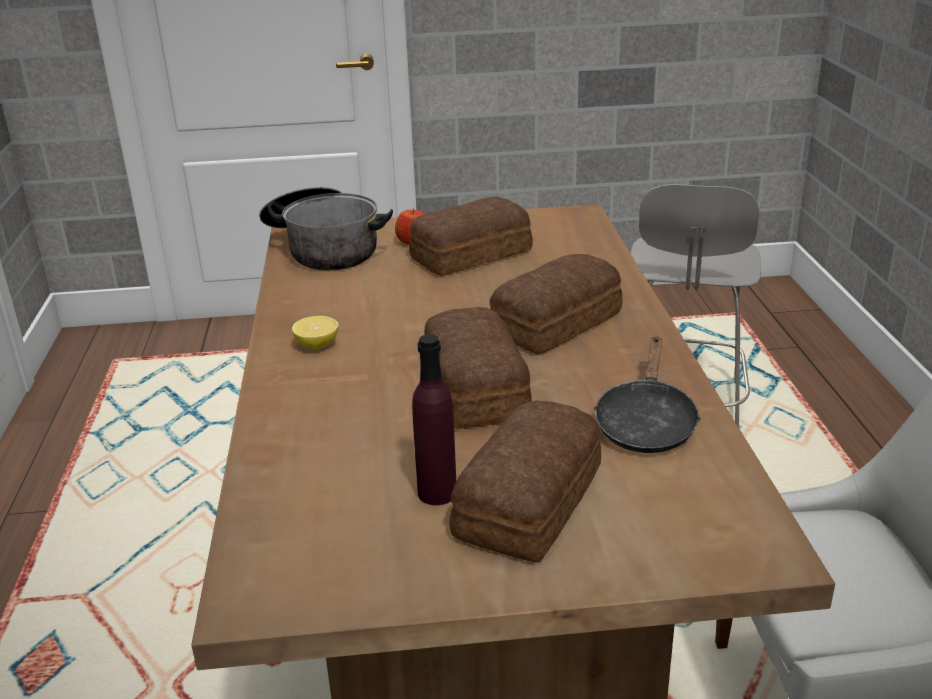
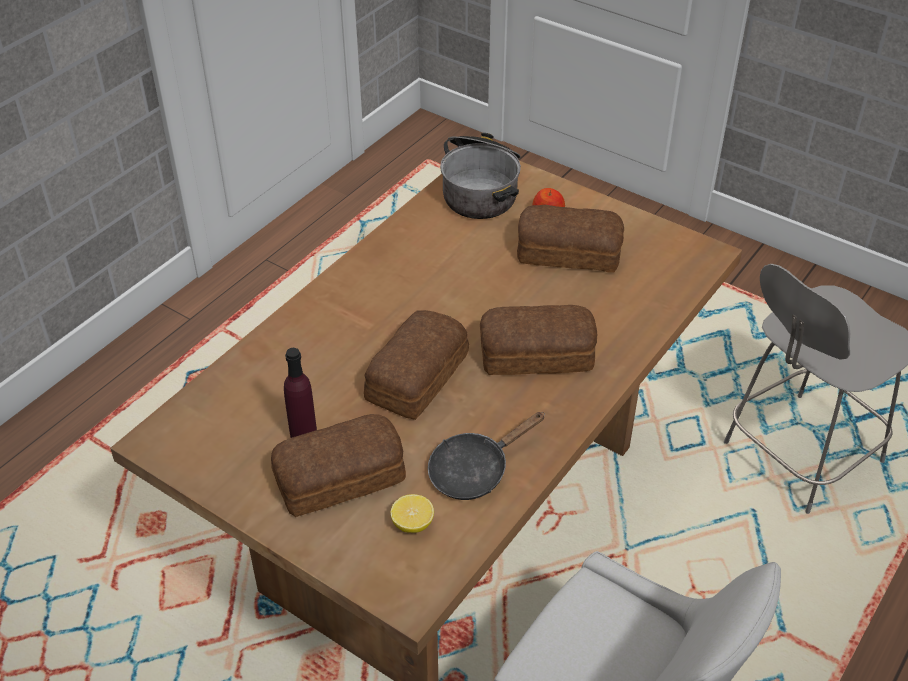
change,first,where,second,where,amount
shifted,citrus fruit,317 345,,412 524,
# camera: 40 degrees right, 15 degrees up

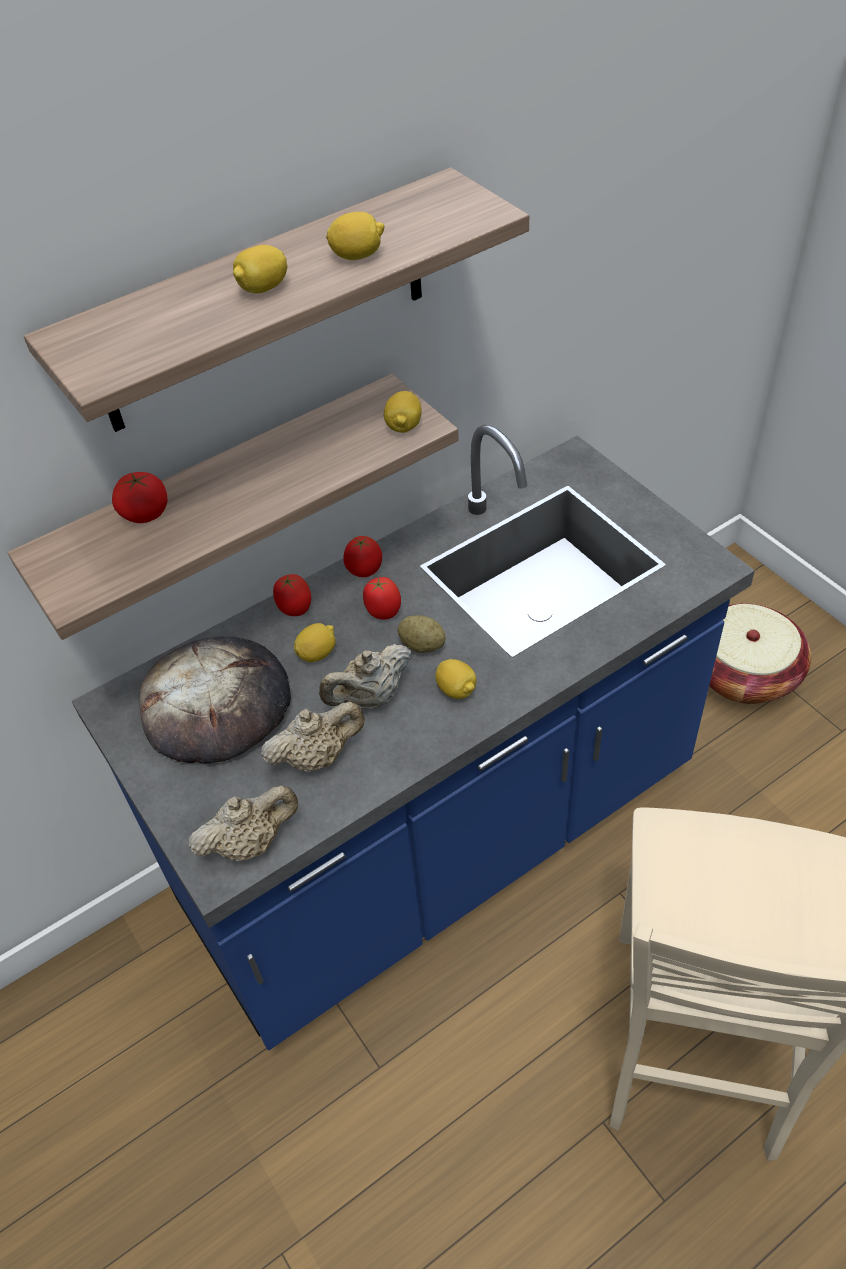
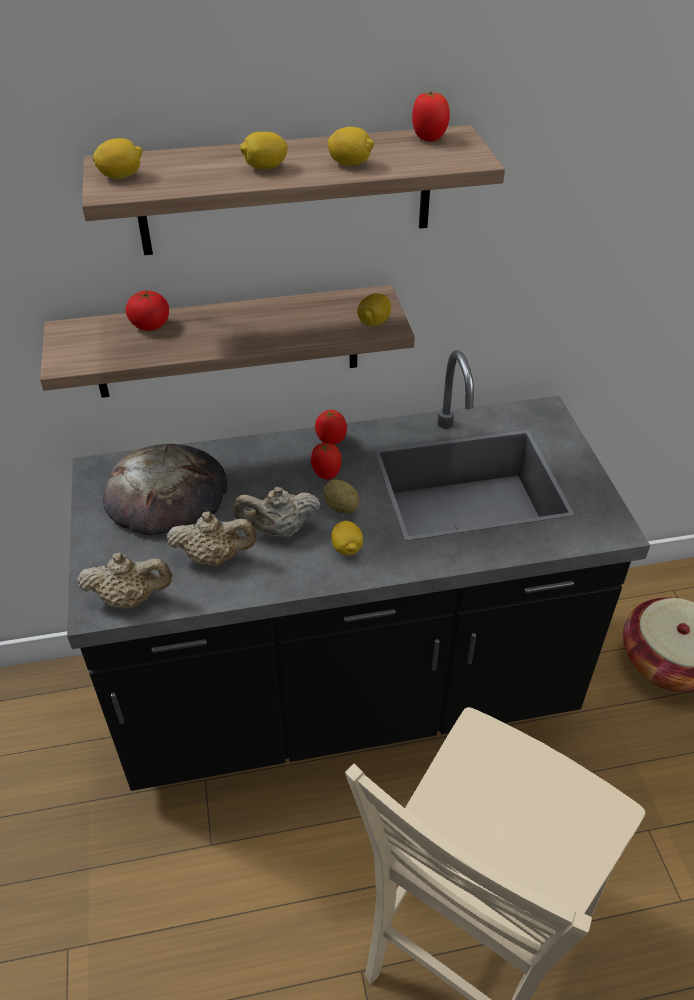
change,first,where,second,where,amount
repainted,kitchen counter (bluish),440 842,kitchen counter (black),347 695,
shifted,citrus fruit,317 653,,121 176,
shifted,fresh tomato,294 609,,429 138,
# camera: 20 degrees right, 5 degrees down

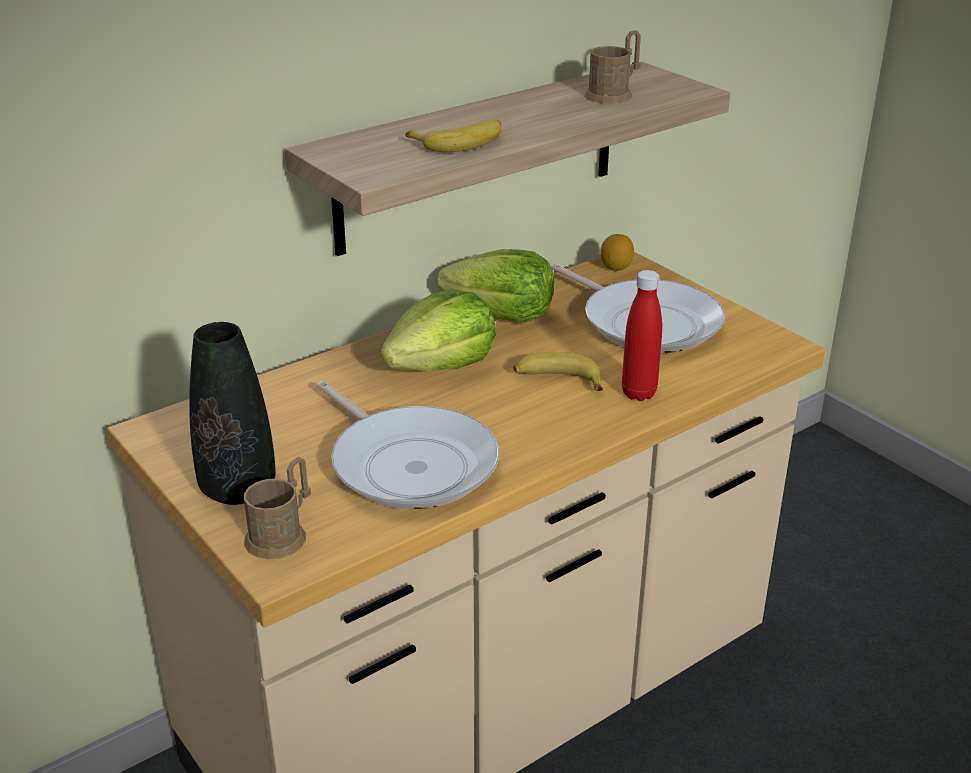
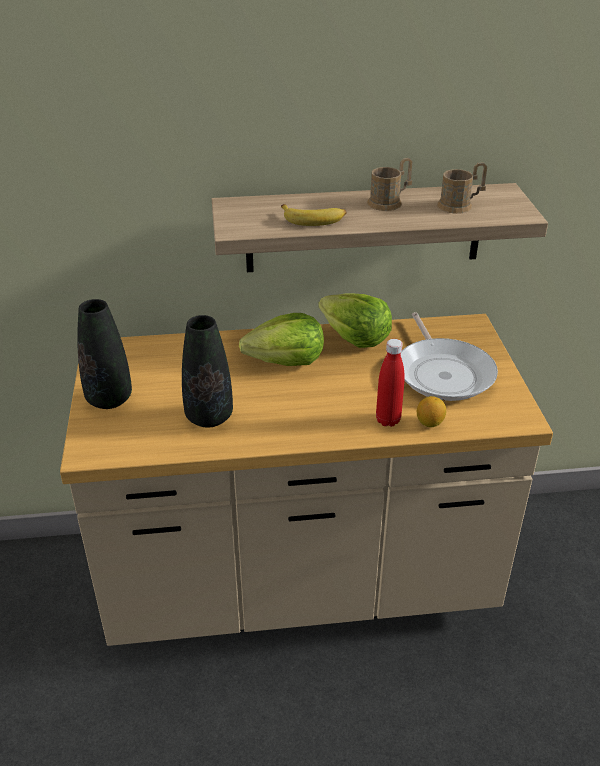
change,first,where,second,where,amount
swapped,skillet,409 463,vase (black),209 417,
shifted,tea mug (brown),282 534,,389 202,
shifted,citrus fruit,616 267,,429 423,
gone,banana,557 379,,,
# camera: 30 degrees right, 5 degrees up

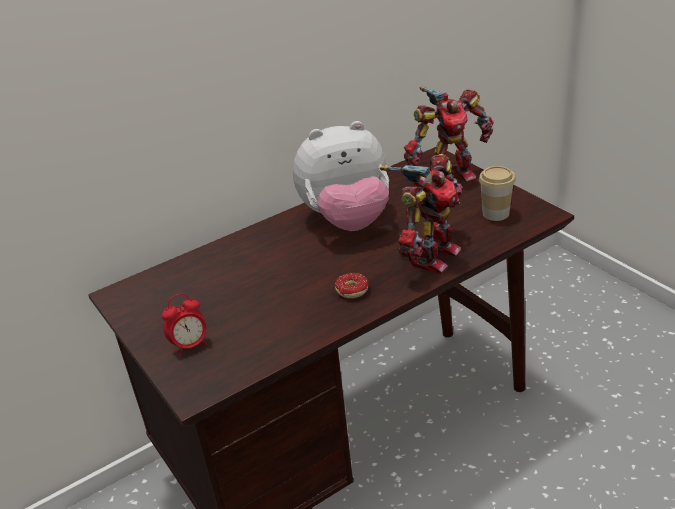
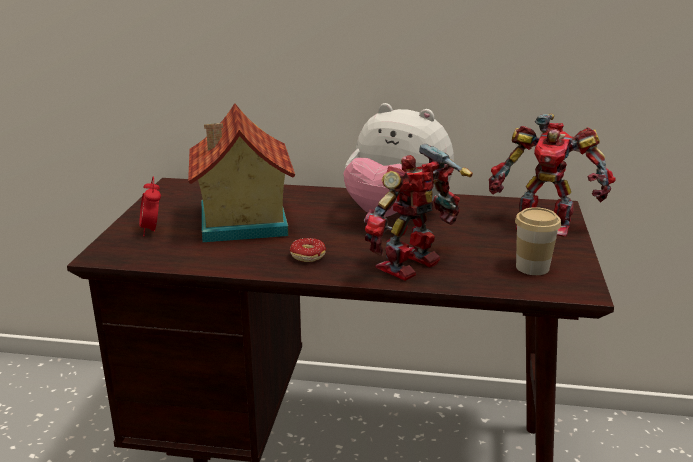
change,first,where,second,where,amount
rotated,bedside clock,190 345,,152 230,60 degrees clockwise
new,,,miniature house,240 222,
rotated,toy robot,431 256,,412 266,150 degrees clockwise
# camera: 40 degrees right, 10 degrees down

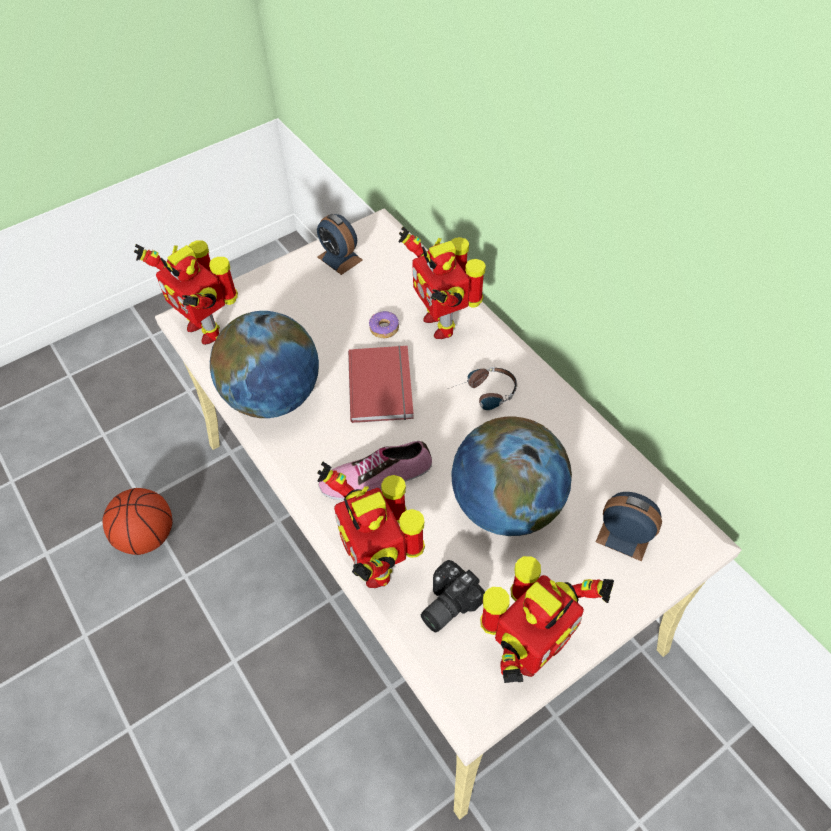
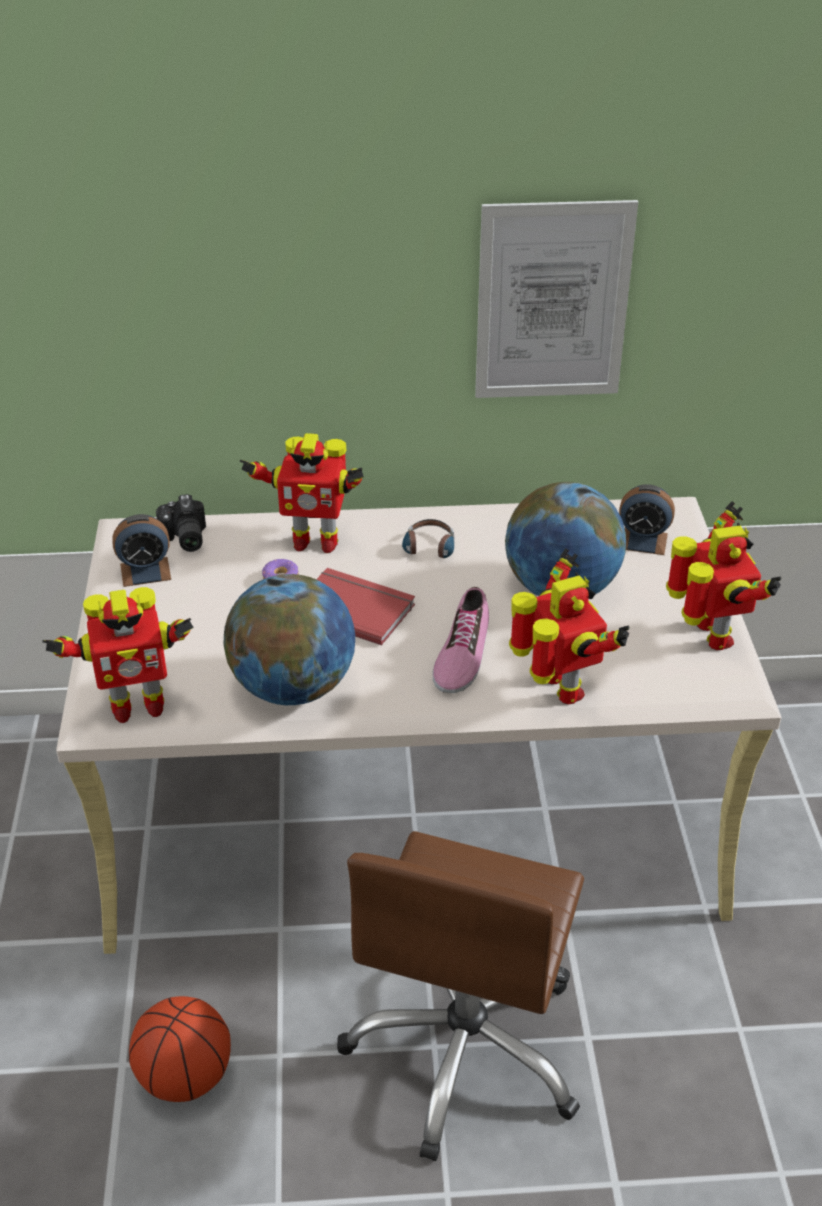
change,first,where,second,where,amount
shifted,photo camera,446 603,,183 538,
new,,,desk chair (brown),466 1049,
new,,,picture,552 302,
rotated,toy robot,376 563,,559 690,120 degrees counterclockwise
rotated,bedside clock,624 536,,642 541,135 degrees counterclockwise
# camera: 60 degrees left, 15 degrees down

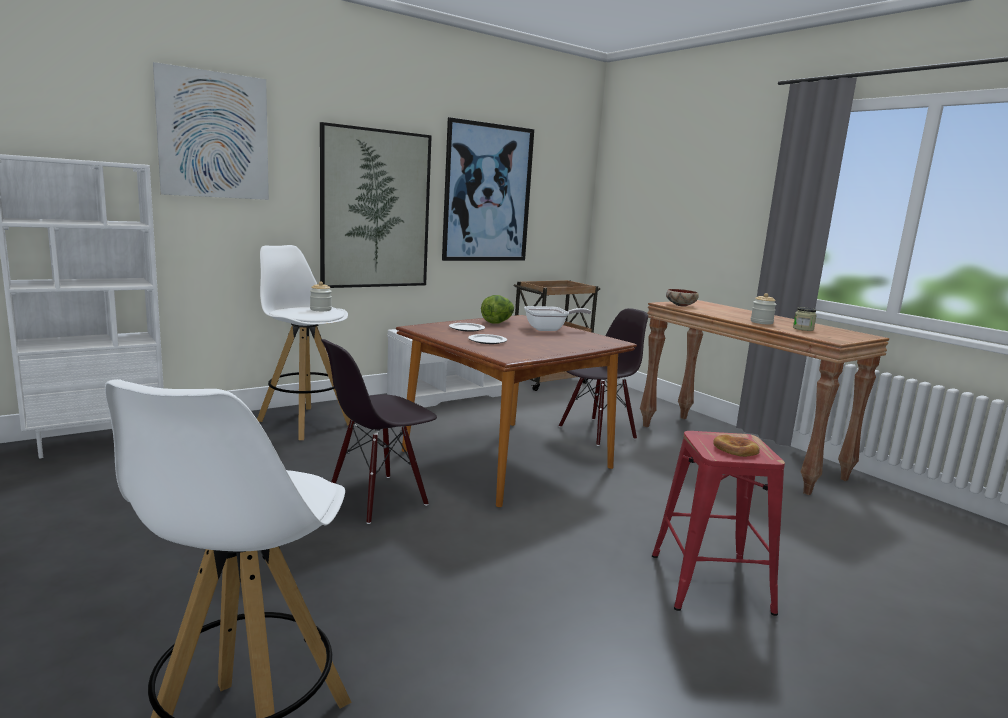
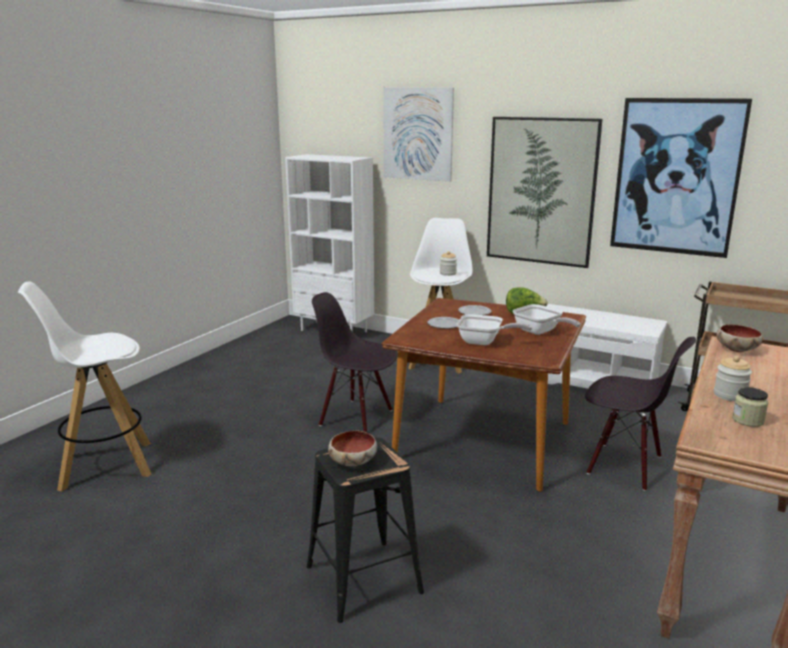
change,first,where,second,where,amount
repainted,stool (red),709 583,stool (black),363 578,
swapped,bread,735 449,bowl,353 461,
new,,,skillet,484 342,
# camera: 65 degrees right, 5 degrees up

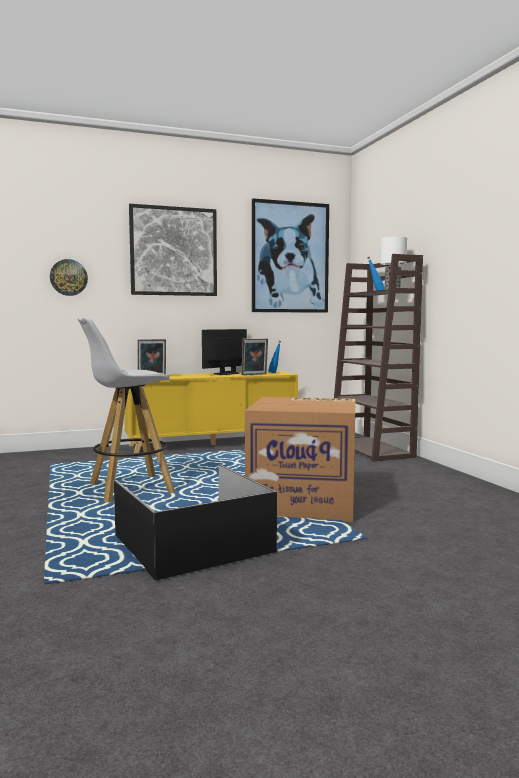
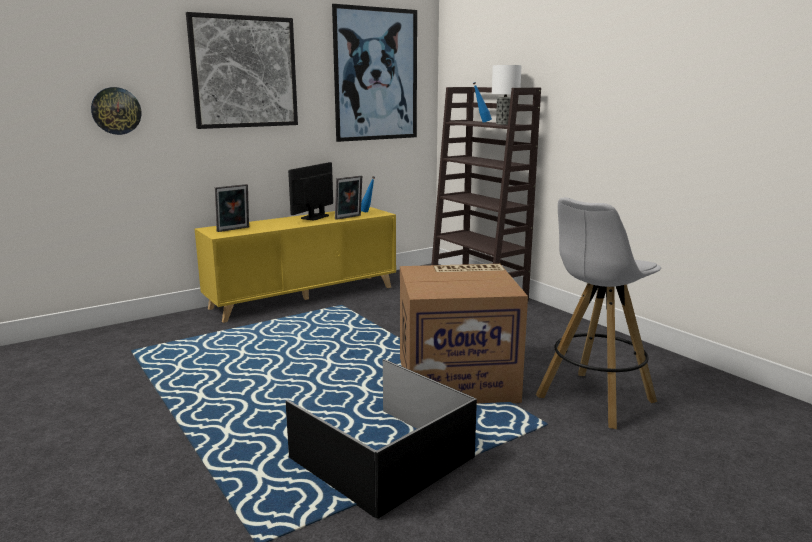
change,first,where,second,where,amount
shifted,stool (white-coloured),129 489,,594 400,
# camera: 15 degrees left, 10 degrees up

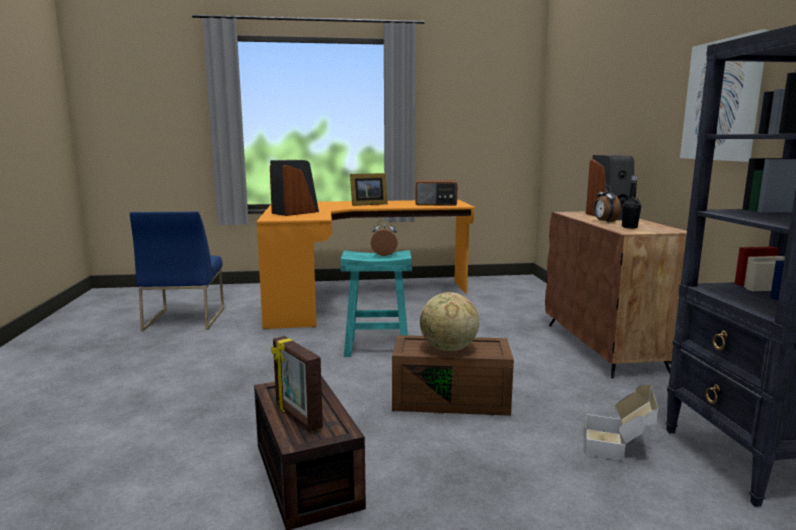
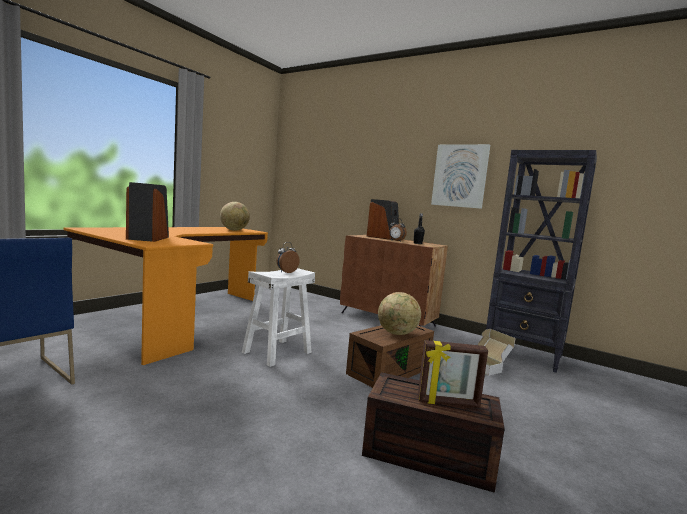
change,first,where,second,where,amount
swapped,radio set,436 204,desk globe,234 230,
repainted,stool (turquoise),376 347,stool (white-coloured),277 352,
gone,standing frame,367 204,,,
# camera: 50 degrees left, 5 degrees down

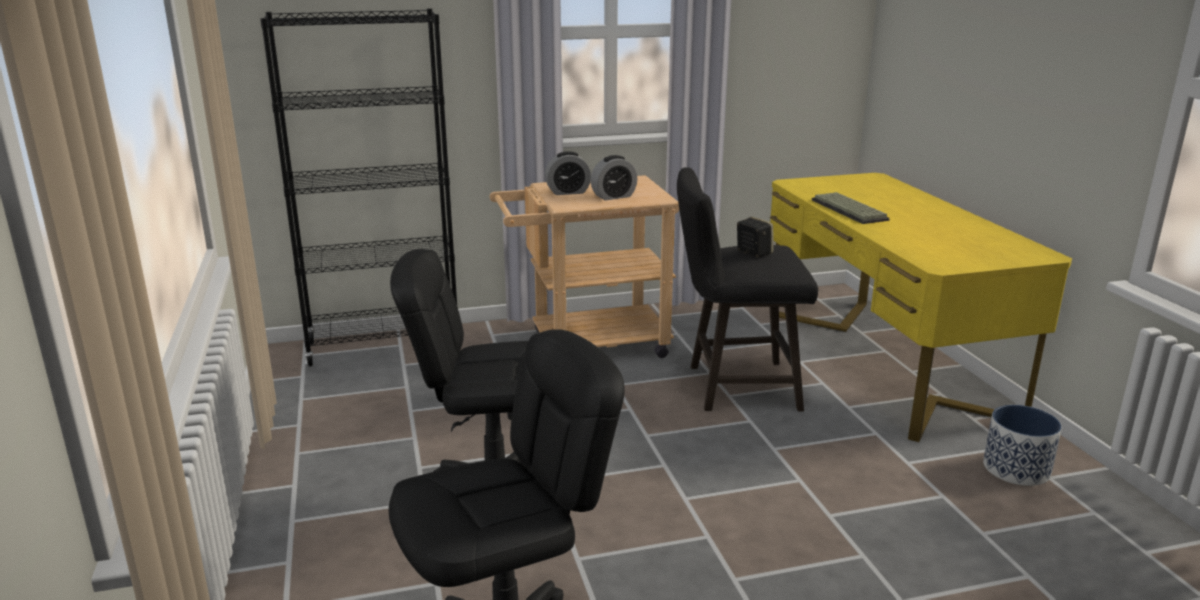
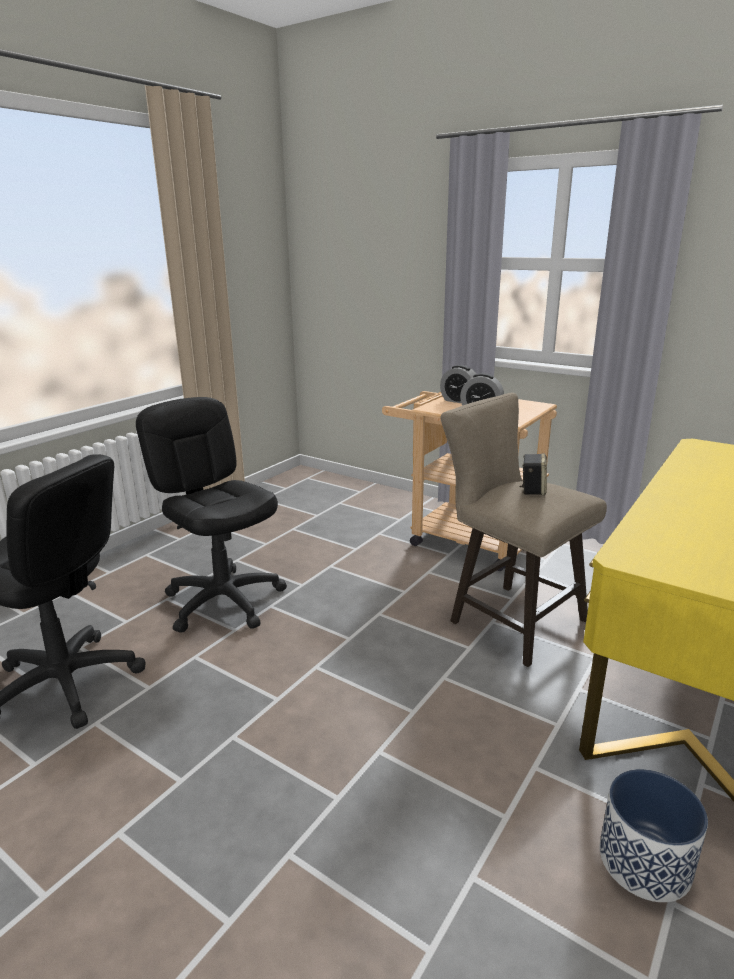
change,first,where,second,where,amount
repainted,stool (black),734 387,stool (beige),509 618,
gone,bookshelf (black),384 346,,,
gone,keyboard,851 210,,,
# camera: 50 degrees right, 0 degrees up

